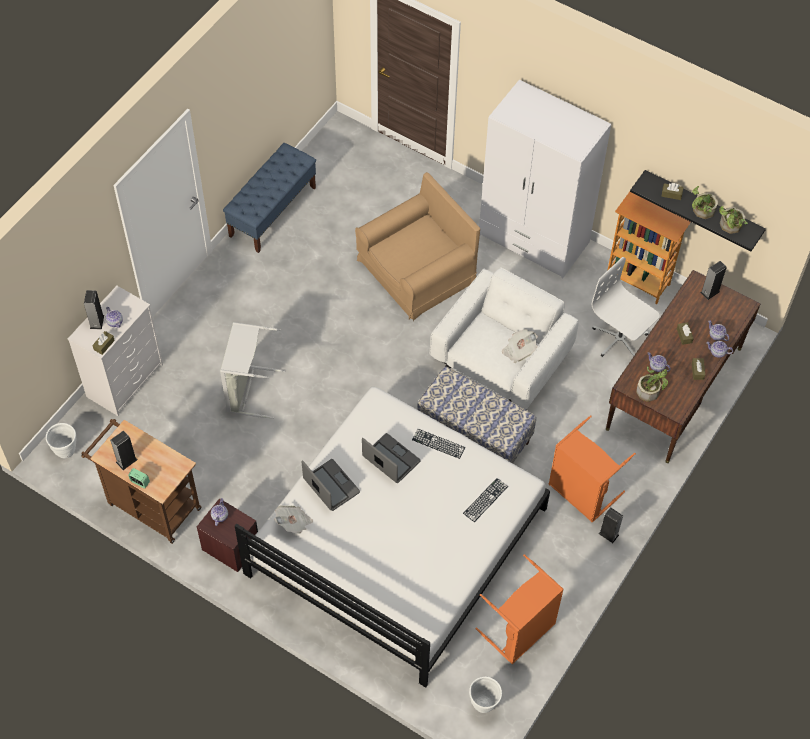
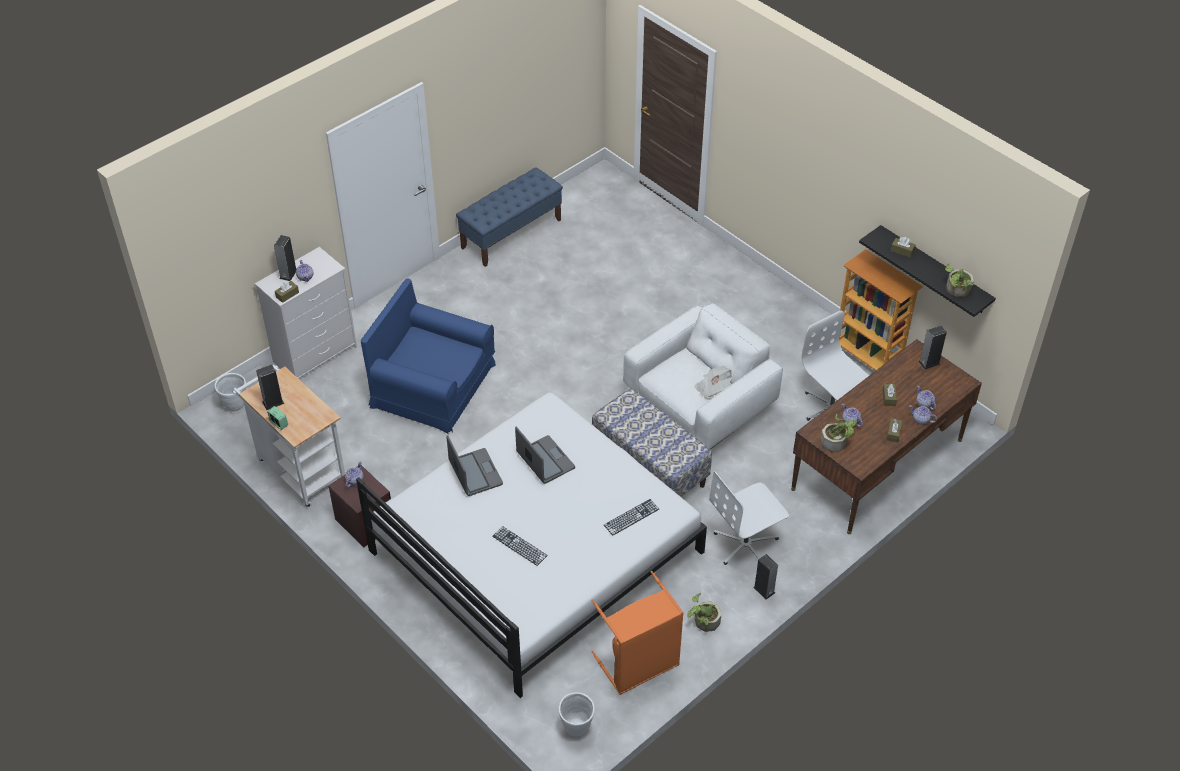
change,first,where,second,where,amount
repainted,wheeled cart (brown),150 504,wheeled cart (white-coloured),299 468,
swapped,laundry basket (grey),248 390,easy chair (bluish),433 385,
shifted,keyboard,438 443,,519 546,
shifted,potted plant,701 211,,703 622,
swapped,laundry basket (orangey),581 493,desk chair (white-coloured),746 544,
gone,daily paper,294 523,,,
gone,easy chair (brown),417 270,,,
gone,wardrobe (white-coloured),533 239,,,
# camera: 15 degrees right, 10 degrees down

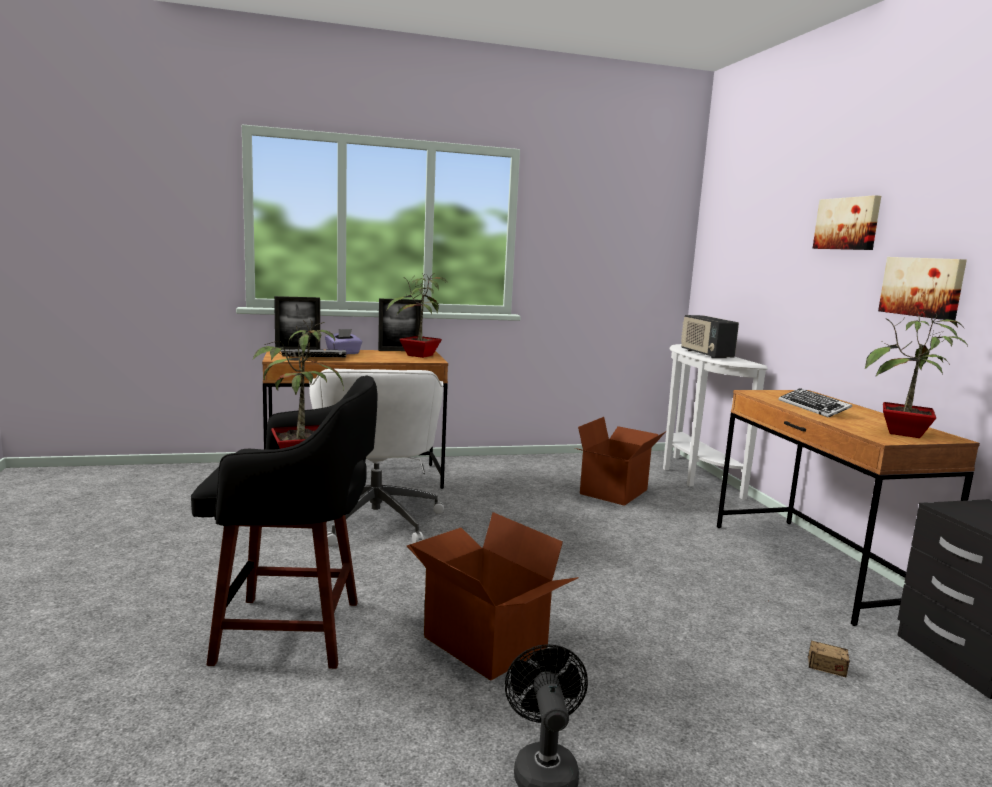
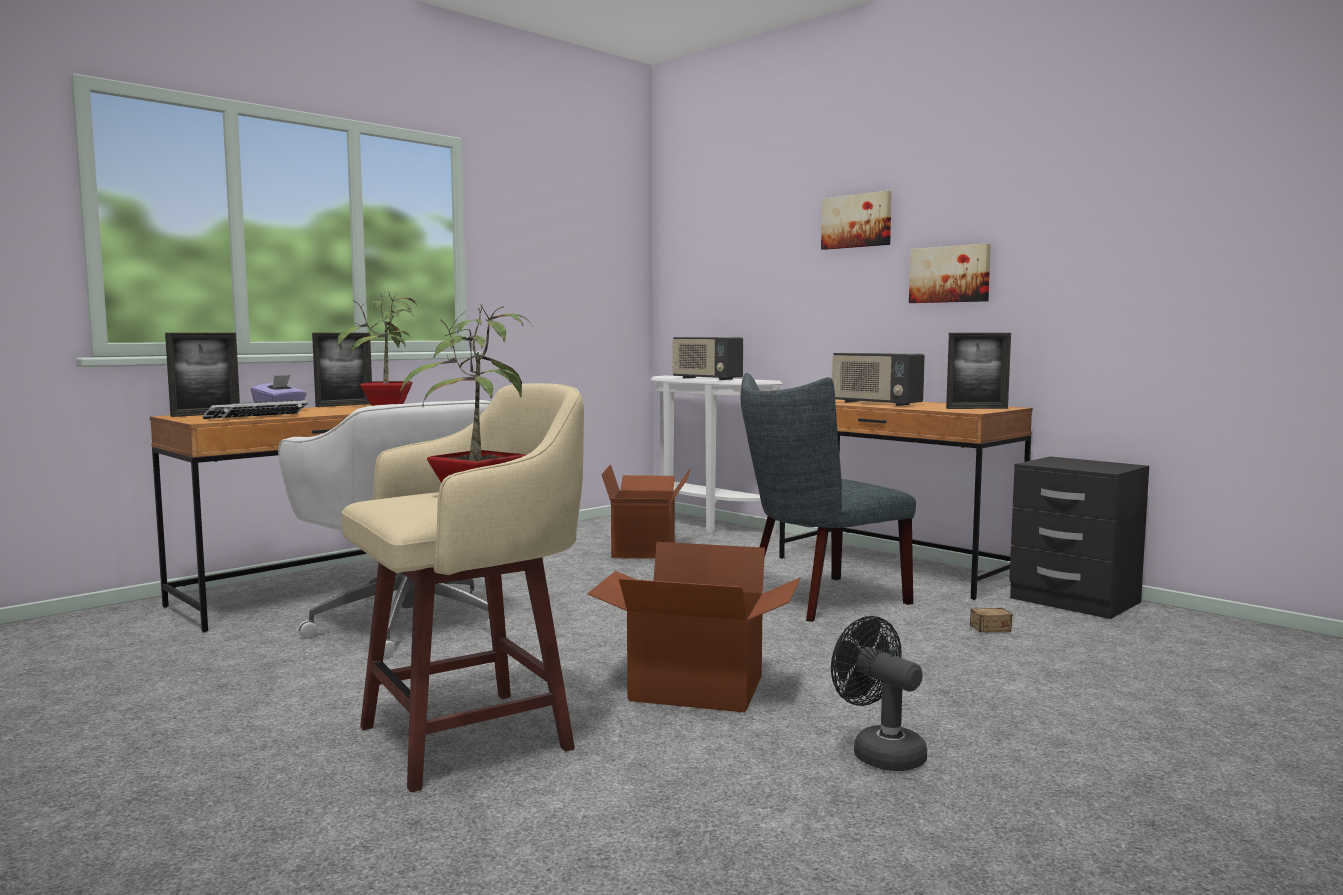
change,first,where,second,where,amount
repainted,stool (black),295 631,stool (beige),473 735,
new,,,upright chair (grey),818 600,
swapped,keyboard,813 408,radio set,875 403,
swapped,potted plant,904 434,standing frame,977 408,
# camera: 30 degrees left, 5 degrees down

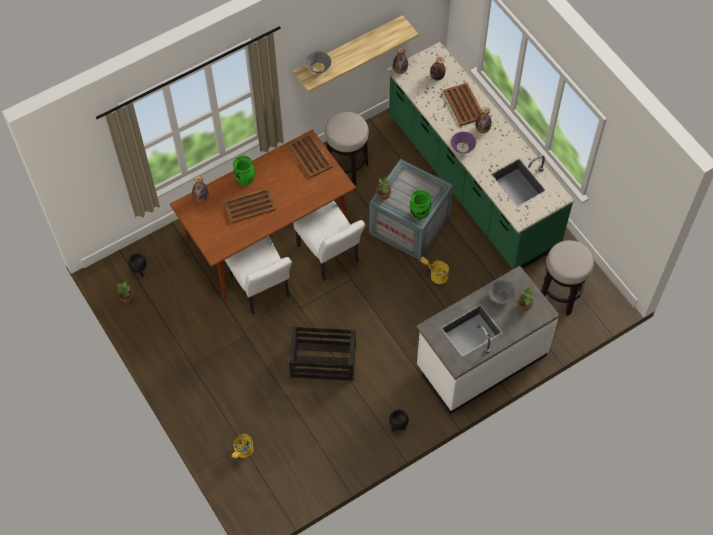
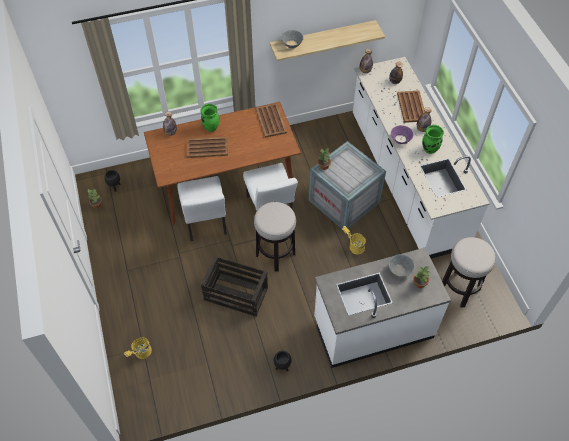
change,first,where,second,where,amount
shifted,stool,347 169,,275 254,
repainted,kitchen counter (greenish),471 182,kitchen counter (white-coloured),405 179,
shifted,vase (greenish),419 214,,429 149,
# camera: 15 degrees right, 5 degrees down

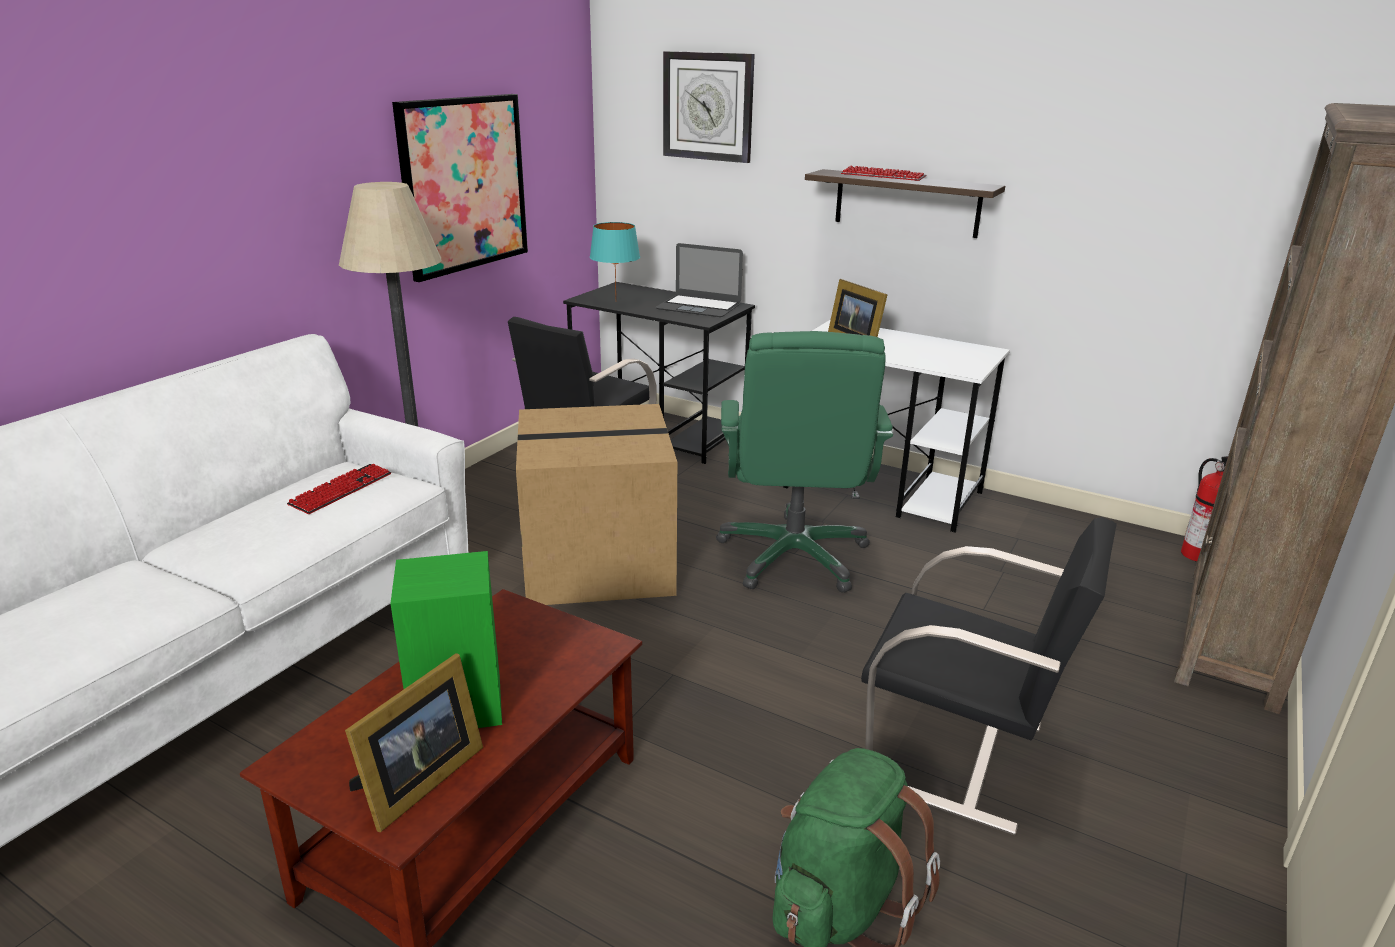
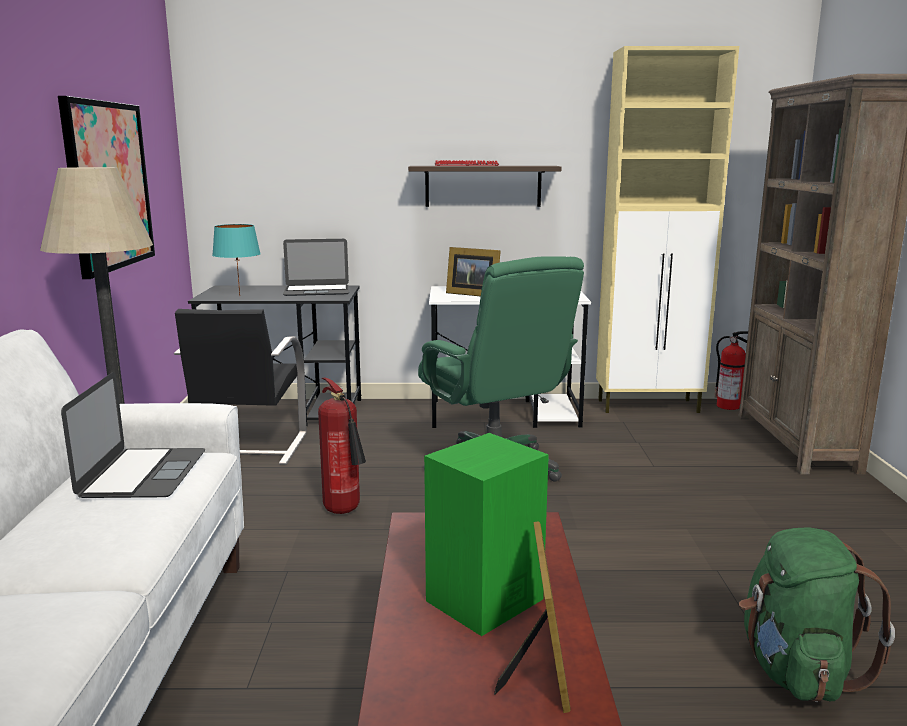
change,first,where,second,where,amount
swapped,keyboard,341 490,portable computer,143 473,
swapped,cardboard box,600 560,fire-fighting cylinder,345 511,
new,,,cabinet (beige),649 406,
gone,wall clock,708 106,,,
gone,upright chair (black),960 755,,,
# camera: 30 degrees left, 10 degrees down

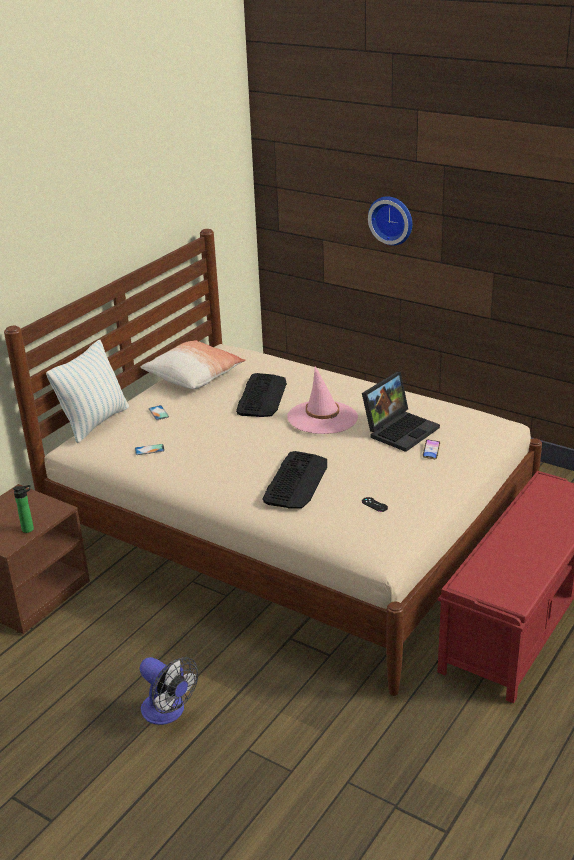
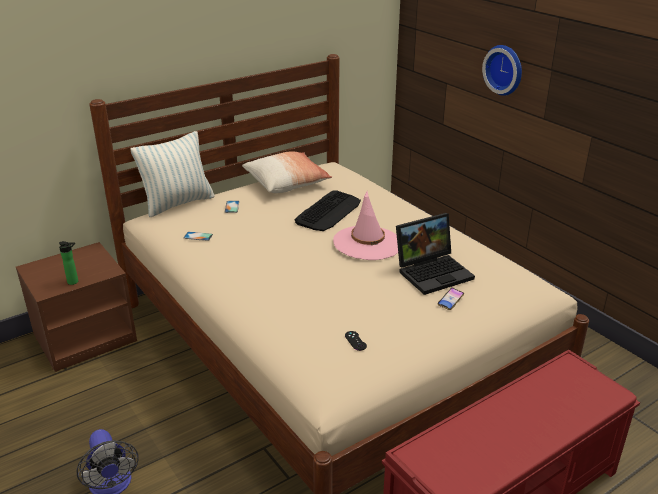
change,first,where,second,where,amount
gone,keyboard,296 481,,,
# camera: 20 degrees right, 0 degrees up

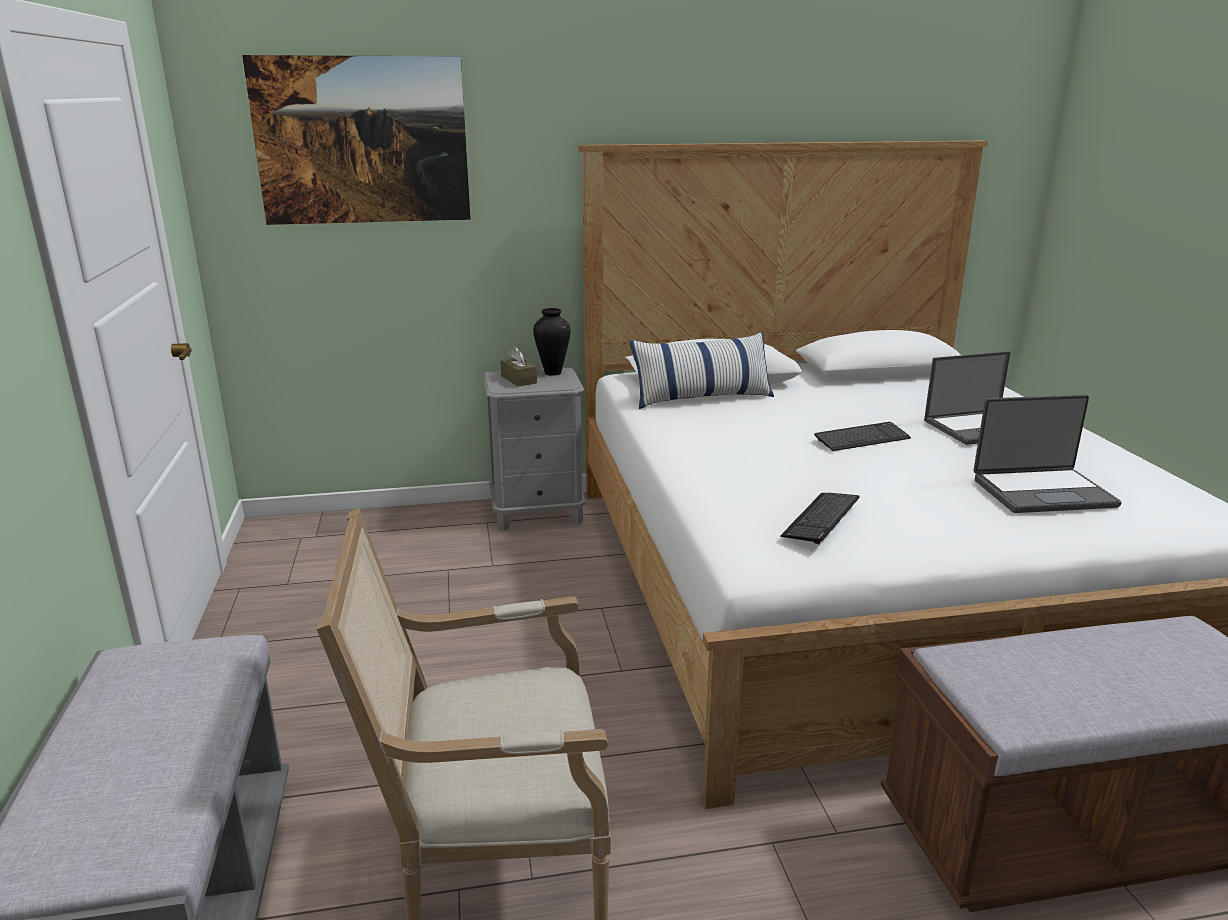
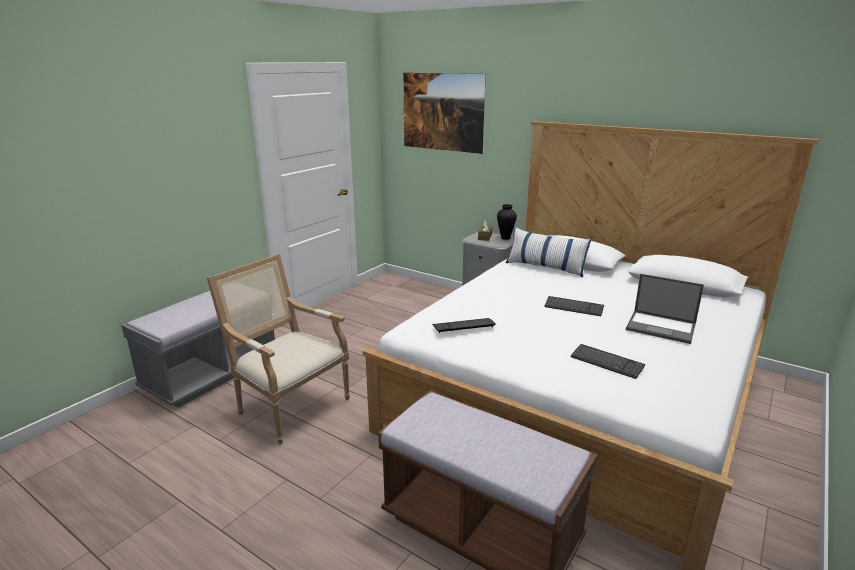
change,first,where,second,where,amount
swapped,portable computer,1042 492,keyboard,606 362,
# camera: 45 degrees right, 0 degrees up

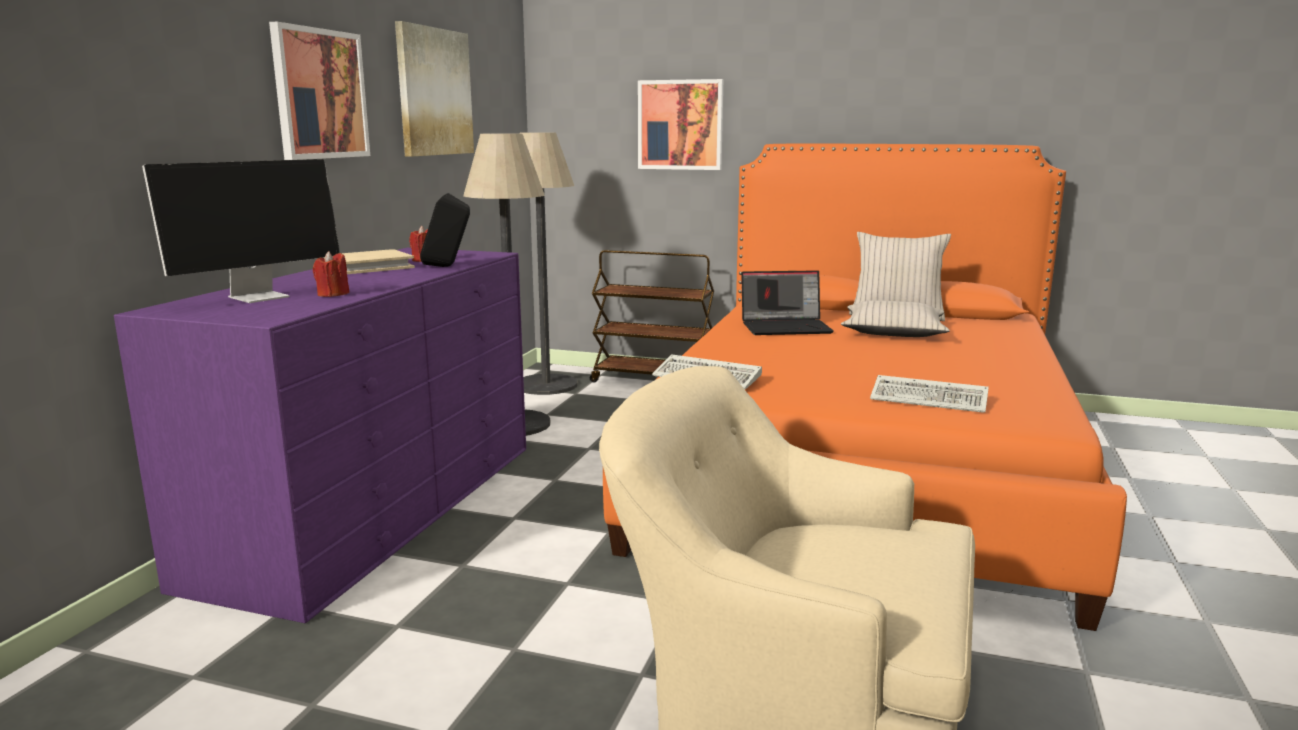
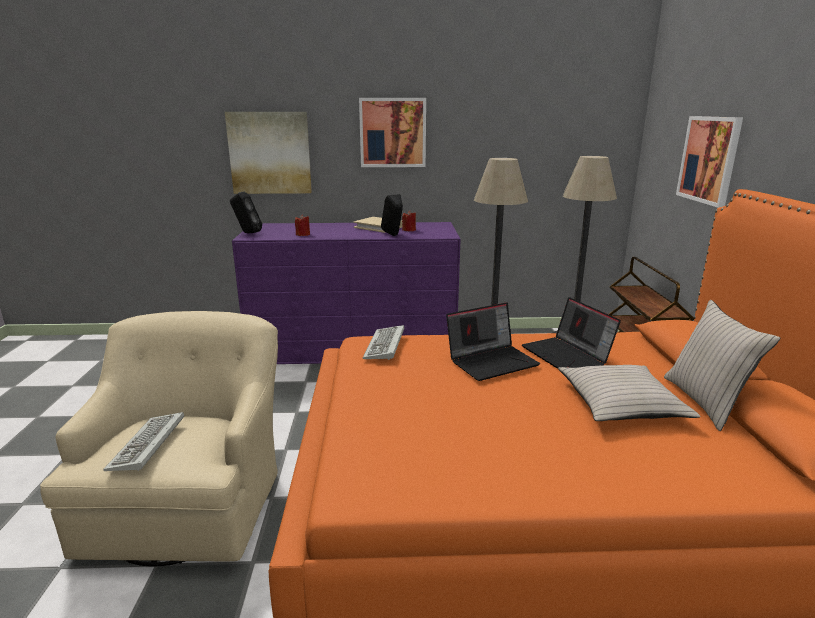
change,first,where,second,where,amount
shifted,keyboard,931 399,,147 446,
shifted,picture,434 92,,270 153,
new,,,audio speaker (black),247 233,
new,,,portable computer,492 361,
gone,computer screen,260 297,,,
# camera: 70 degrees right, 5 degrees up

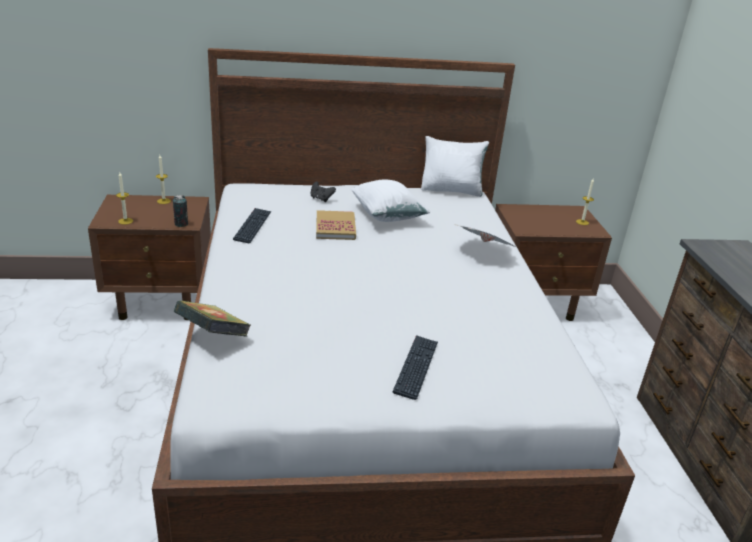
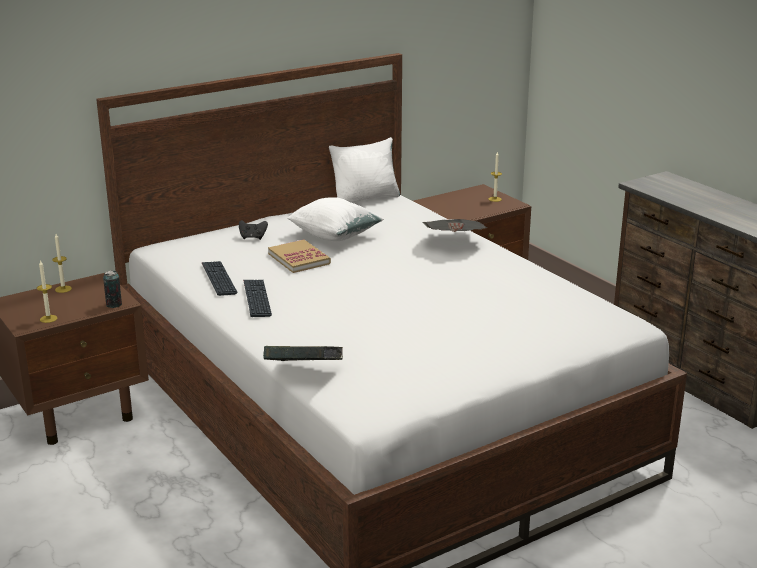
change,first,where,second,where,amount
shifted,keyboard,416 367,,257 299,
# camera: 25 degrees left, 5 degrees down

